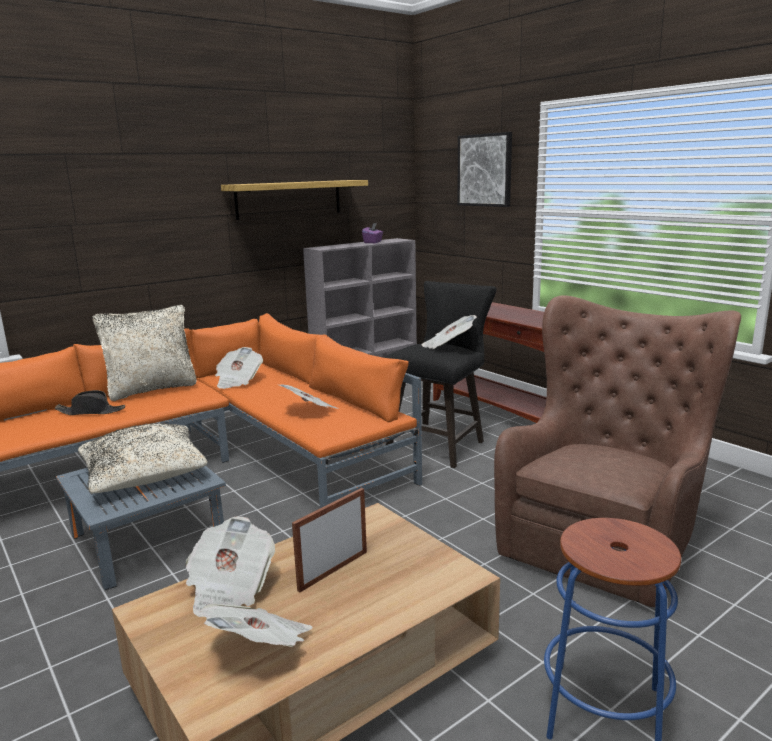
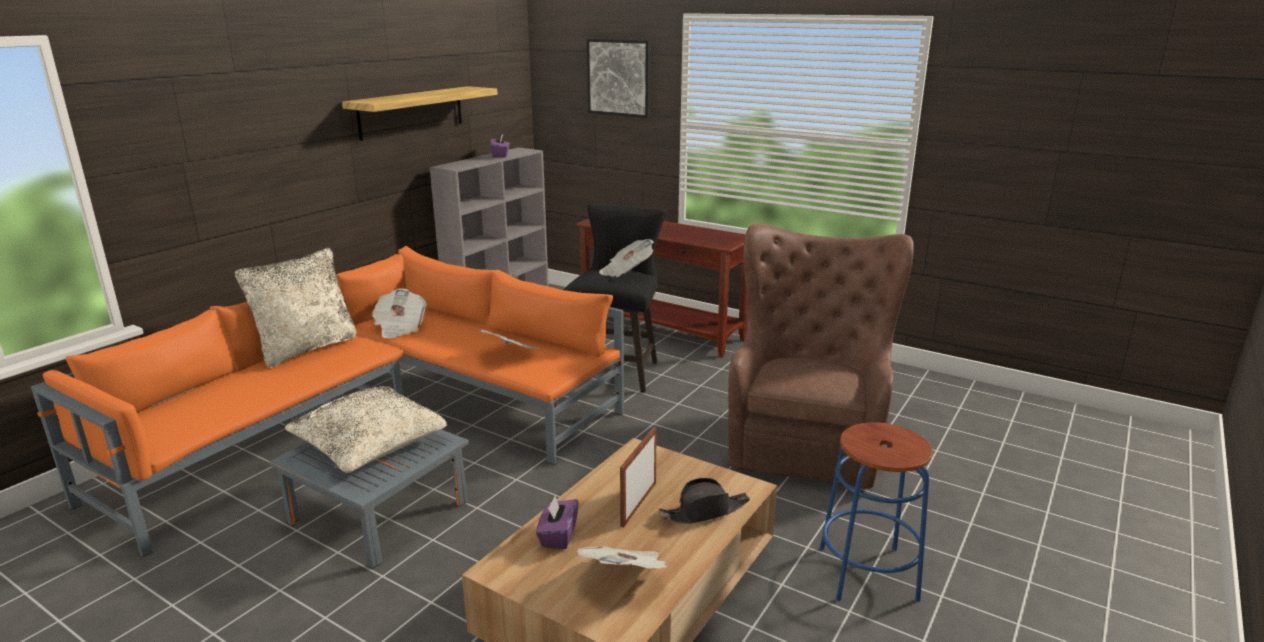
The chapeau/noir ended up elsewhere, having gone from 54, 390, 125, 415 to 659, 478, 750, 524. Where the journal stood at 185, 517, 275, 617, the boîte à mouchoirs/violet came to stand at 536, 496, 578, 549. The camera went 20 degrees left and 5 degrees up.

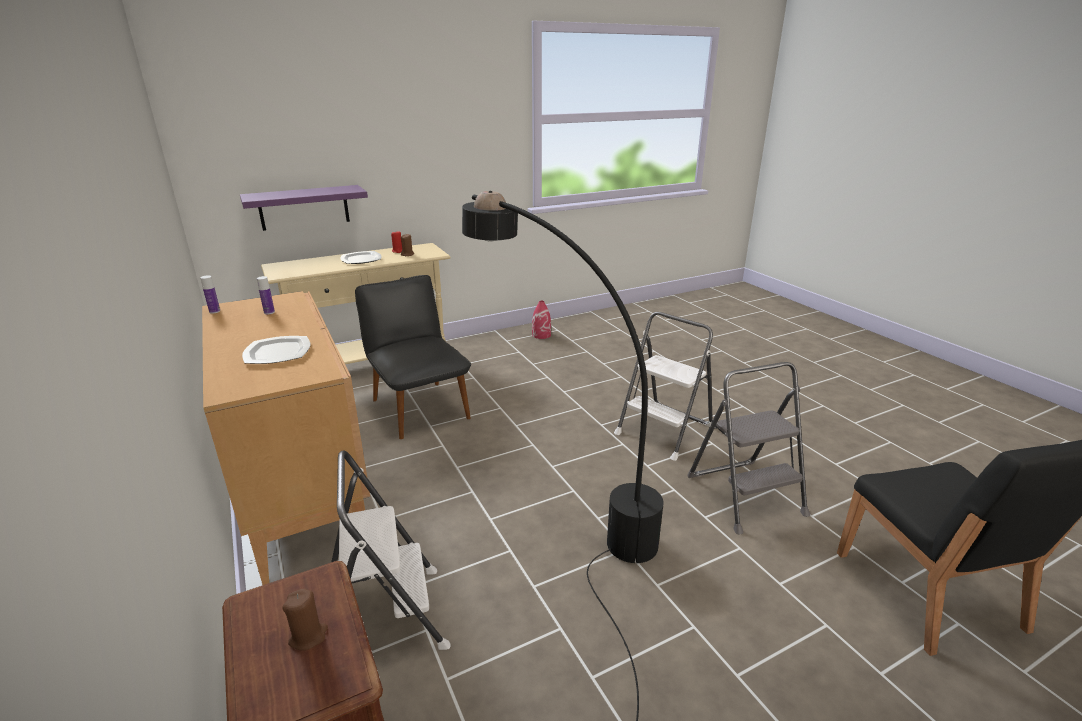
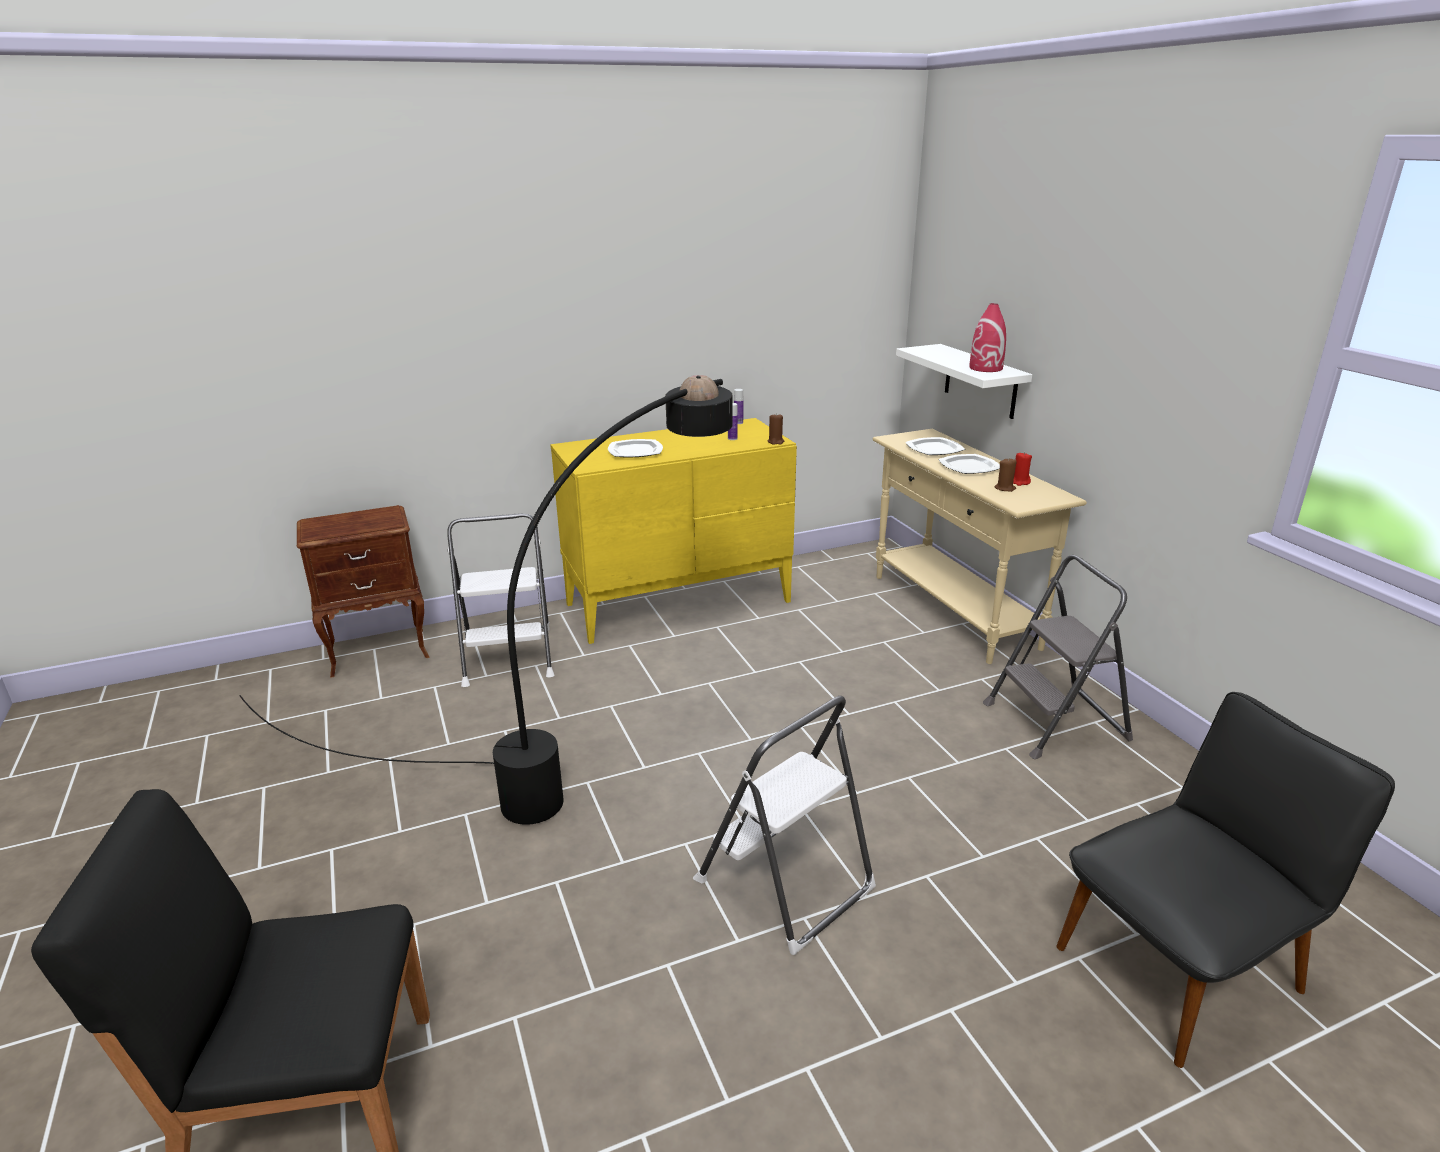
What was the étagère/violet at 240, 185, 368, 231 turned into the étagère/blanc at 896, 344, 1032, 419. The chaise/noir ended up elsewhere, having gone from 355, 275, 471, 439 to 1057, 692, 1395, 1068. What was the meuble de rangement/marron at 202, 291, 370, 585 turned into the meuble de rangement/jaune at 550, 418, 797, 644. The vase/rouge ended up elsewhere, having gone from 532, 301, 551, 339 to 969, 303, 1006, 372. The escabeau/gris ended up elsewhere, having gone from 687, 362, 810, 534 to 983, 555, 1133, 759. The bougie/marron ended up elsewhere, having gone from 282, 589, 328, 651 to 767, 413, 784, 445. The second view gained the assiette at 905, 437, 965, 455. The camera went 95 degrees right and 0 degrees up.

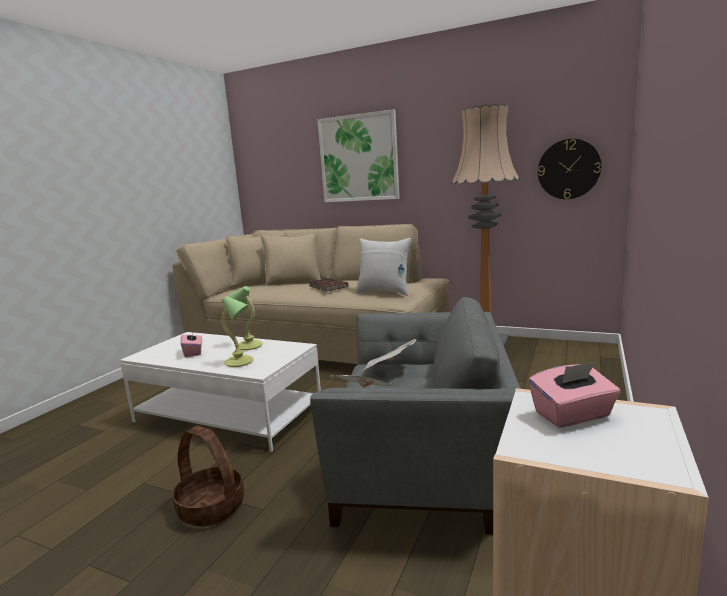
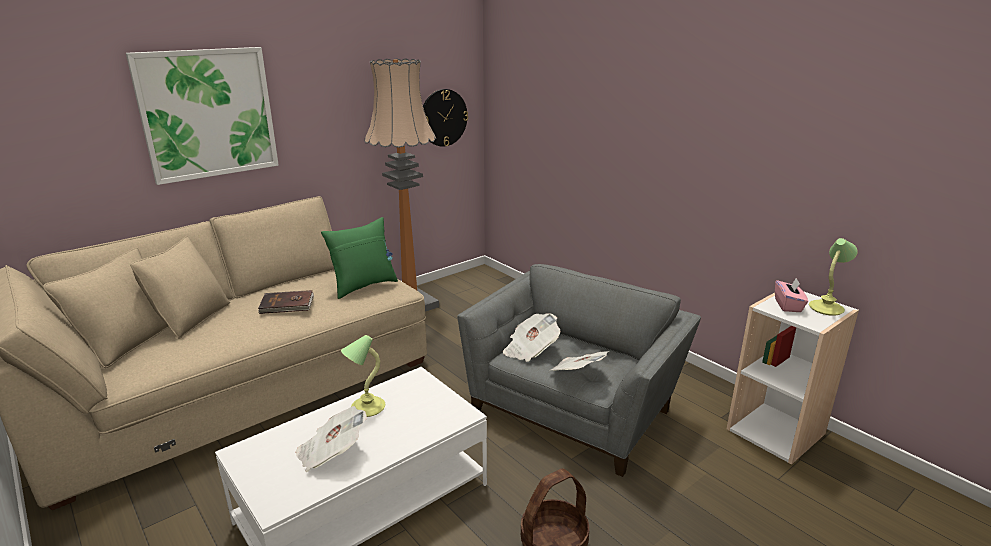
What was the coussin/gris at 356, 238, 411, 296 turned into the coussin/vert at 321, 217, 398, 299. The lampe de table ended up elsewhere, having gone from 222, 296, 254, 367 to 809, 238, 858, 316. Where the boîte à mouchoirs/rose stood at 180, 329, 202, 357, the journal came to stand at 295, 406, 367, 472. The camera went 65 degrees left and 10 degrees up.

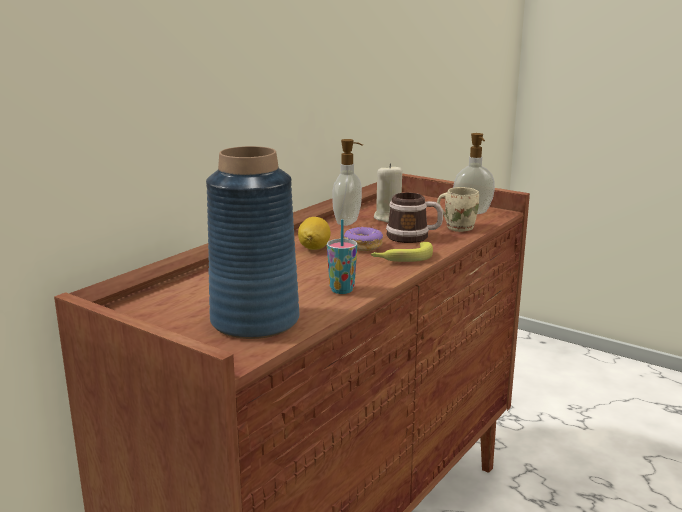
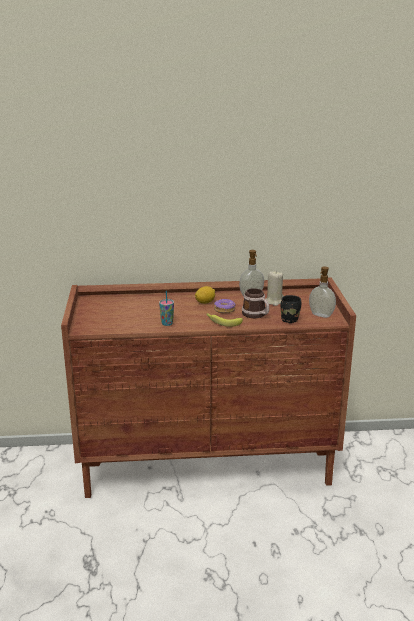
The second view lost the vase/bleu at 206, 146, 299, 339. What was the mug/beige at 437, 187, 479, 232 turned into the mug/noir at 280, 295, 301, 323. The camera went 50 degrees right and 5 degrees up.

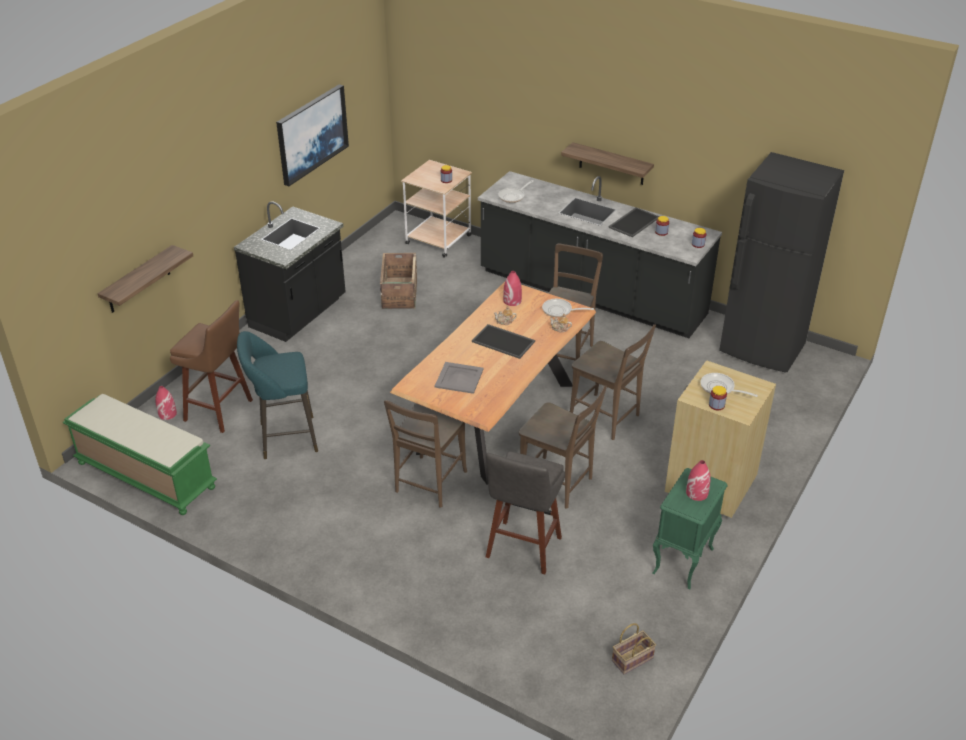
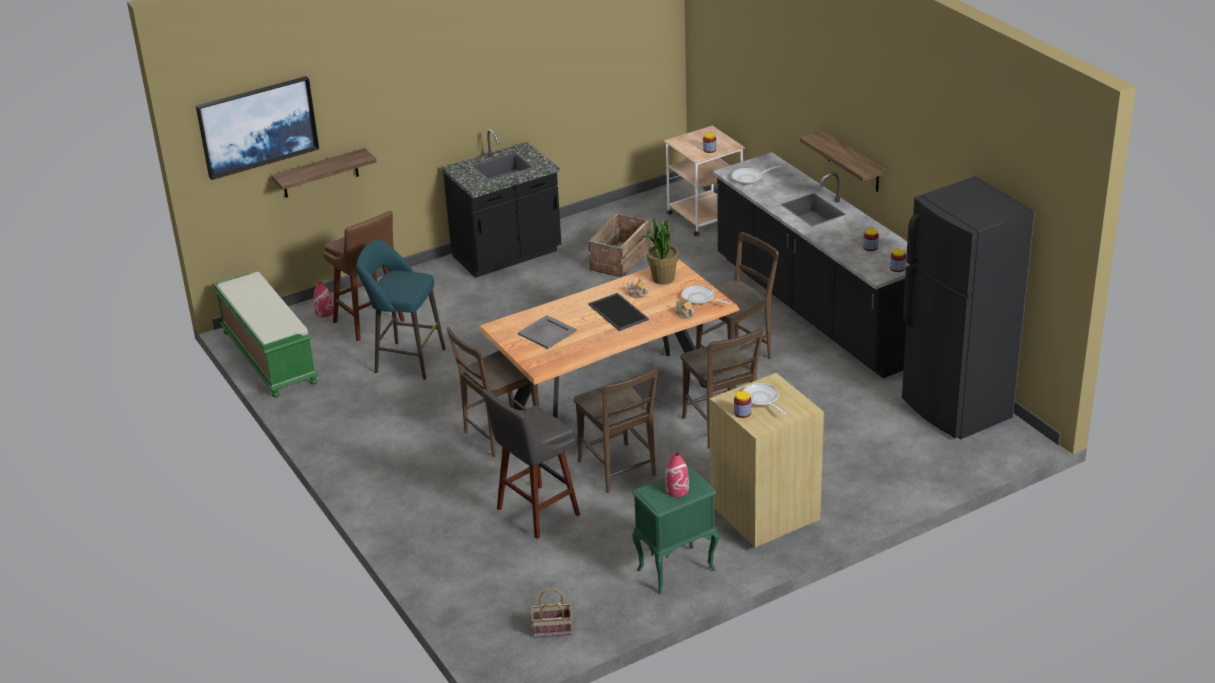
The tableau ended up elsewhere, having gone from 276, 84, 349, 186 to 196, 76, 319, 180. The second view lost the plateau at 608, 207, 659, 237. Where the vase/rouge stood at 503, 271, 522, 306, the plante en pot came to stand at 642, 216, 679, 284. The camera went 30 degrees right and 5 degrees down.

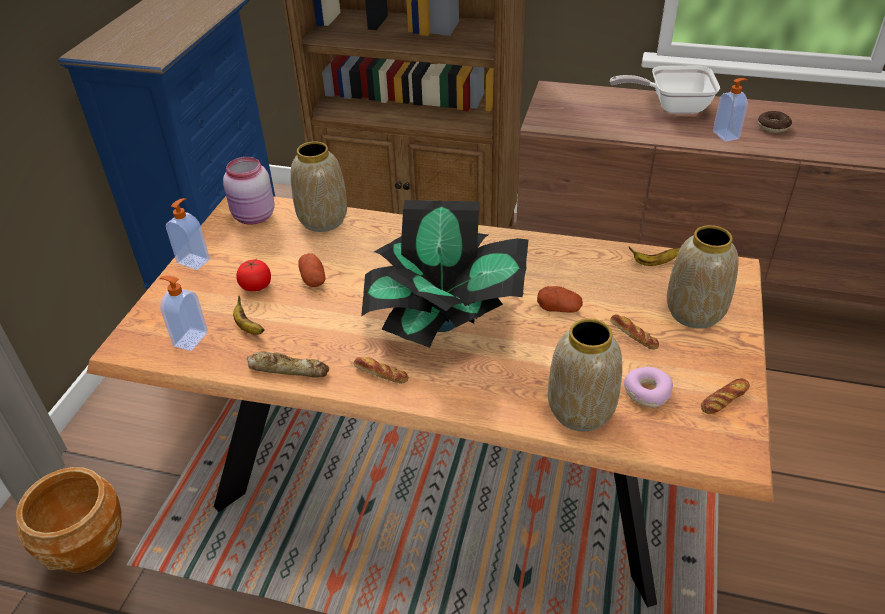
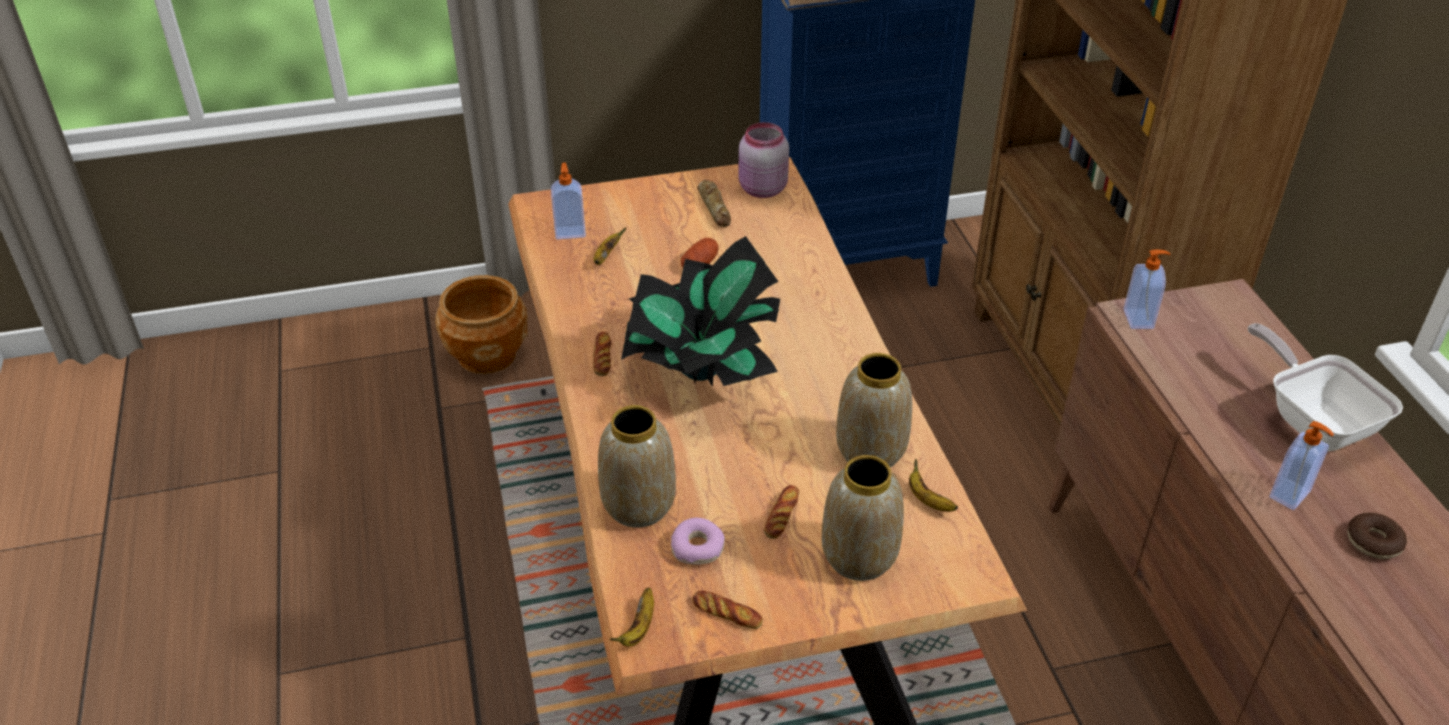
The vase ended up elsewhere, having gone from 291, 141, 347, 232 to 836, 353, 912, 467. The distributeur de savon ended up elsewhere, having gone from 166, 198, 210, 270 to 1124, 250, 1171, 329. The second view lost the tomate at 236, 260, 271, 291. The second view lost the pomme de terre at 537, 286, 583, 312. The pain ended up elsewhere, having gone from 247, 352, 329, 378 to 697, 180, 731, 227. The second view gained the banane at 610, 588, 654, 647. The camera went 60 degrees right and 0 degrees up.

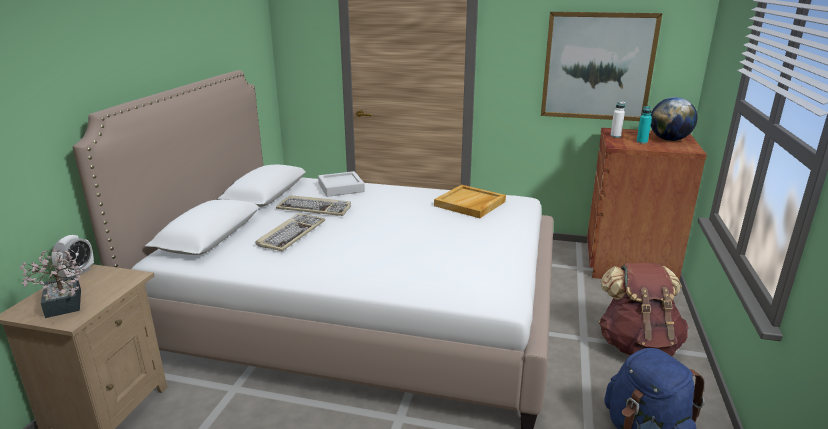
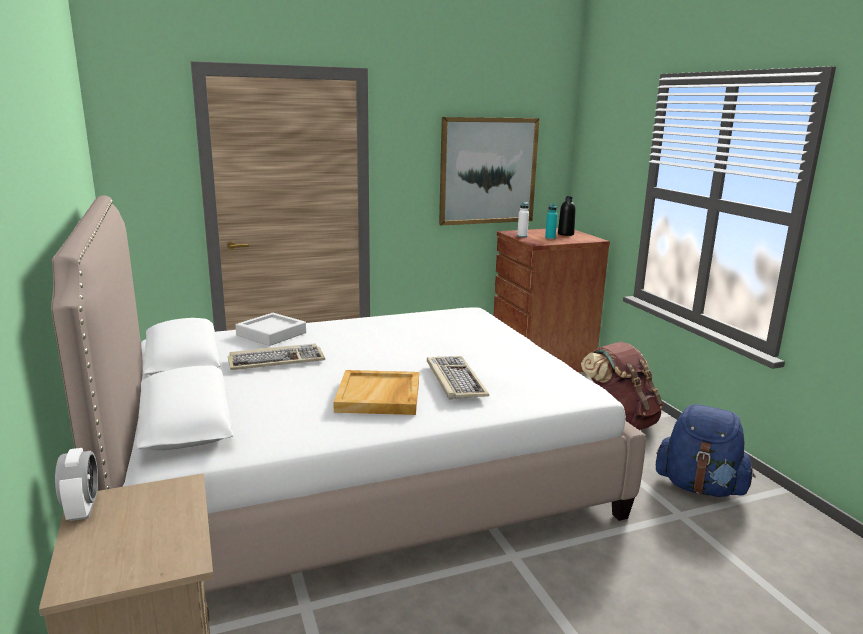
Where the globe stood at 651, 97, 698, 141, the bouteille/noir came to stand at 558, 196, 576, 236. The plateau/beige ended up elsewhere, having gone from 434, 185, 506, 218 to 333, 370, 419, 415. The clavier ended up elsewhere, having gone from 256, 213, 325, 251 to 427, 356, 489, 400. The second view lost the plante en pot at 20, 248, 86, 318. The camera went 35 degrees left and 5 degrees down.

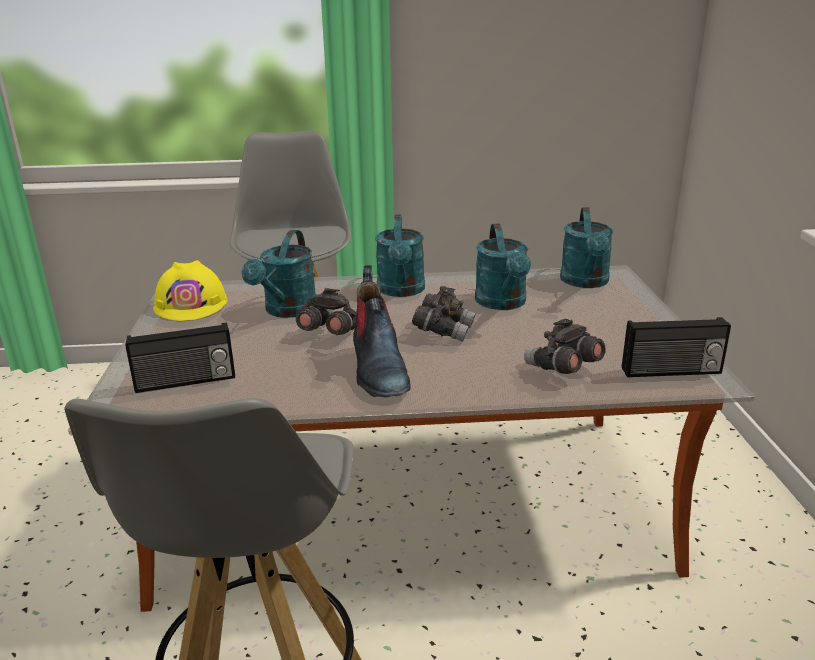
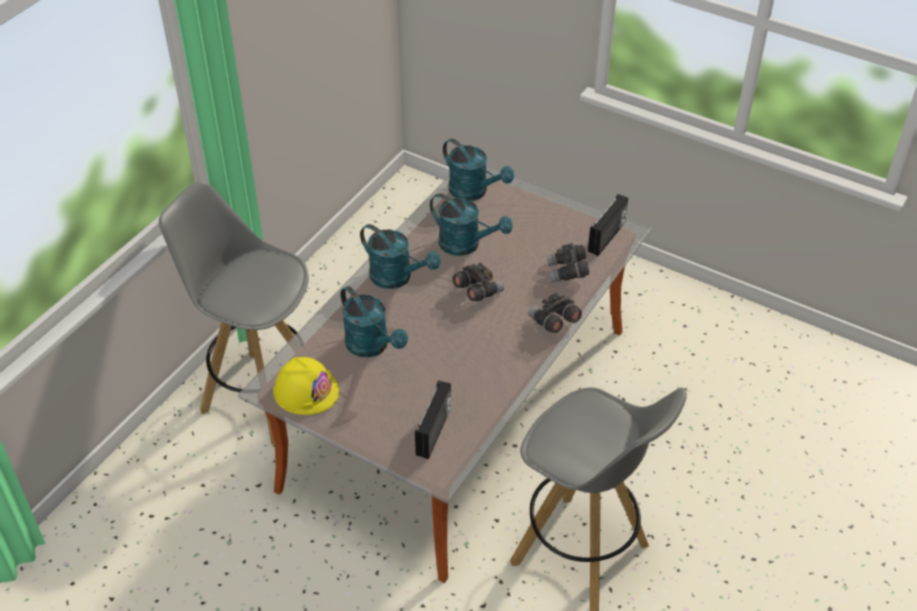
The second view lost the botte at 353, 265, 410, 398. The jumelles/gris ended up elsewhere, having gone from 296, 288, 357, 335 to 529, 293, 582, 333. The camera went 55 degrees left and 20 degrees up.

